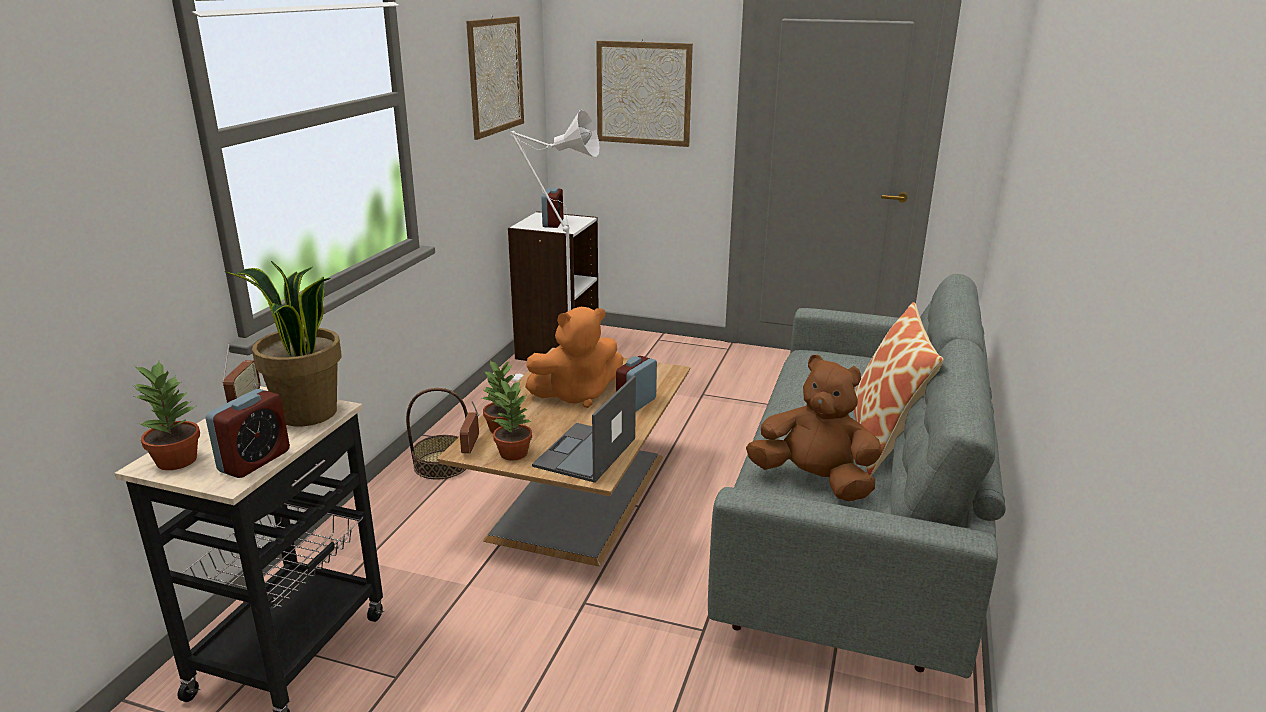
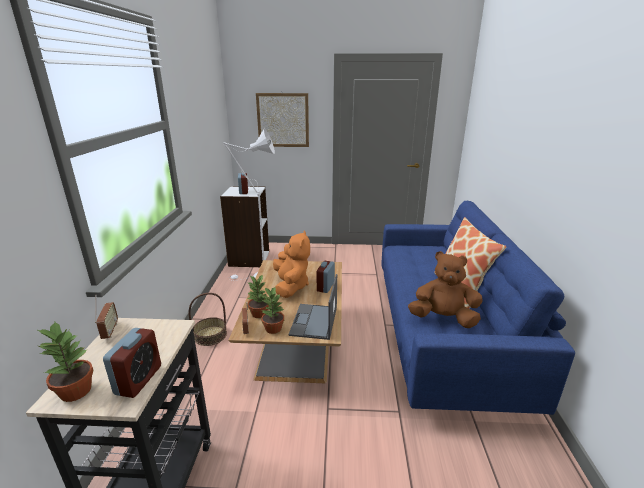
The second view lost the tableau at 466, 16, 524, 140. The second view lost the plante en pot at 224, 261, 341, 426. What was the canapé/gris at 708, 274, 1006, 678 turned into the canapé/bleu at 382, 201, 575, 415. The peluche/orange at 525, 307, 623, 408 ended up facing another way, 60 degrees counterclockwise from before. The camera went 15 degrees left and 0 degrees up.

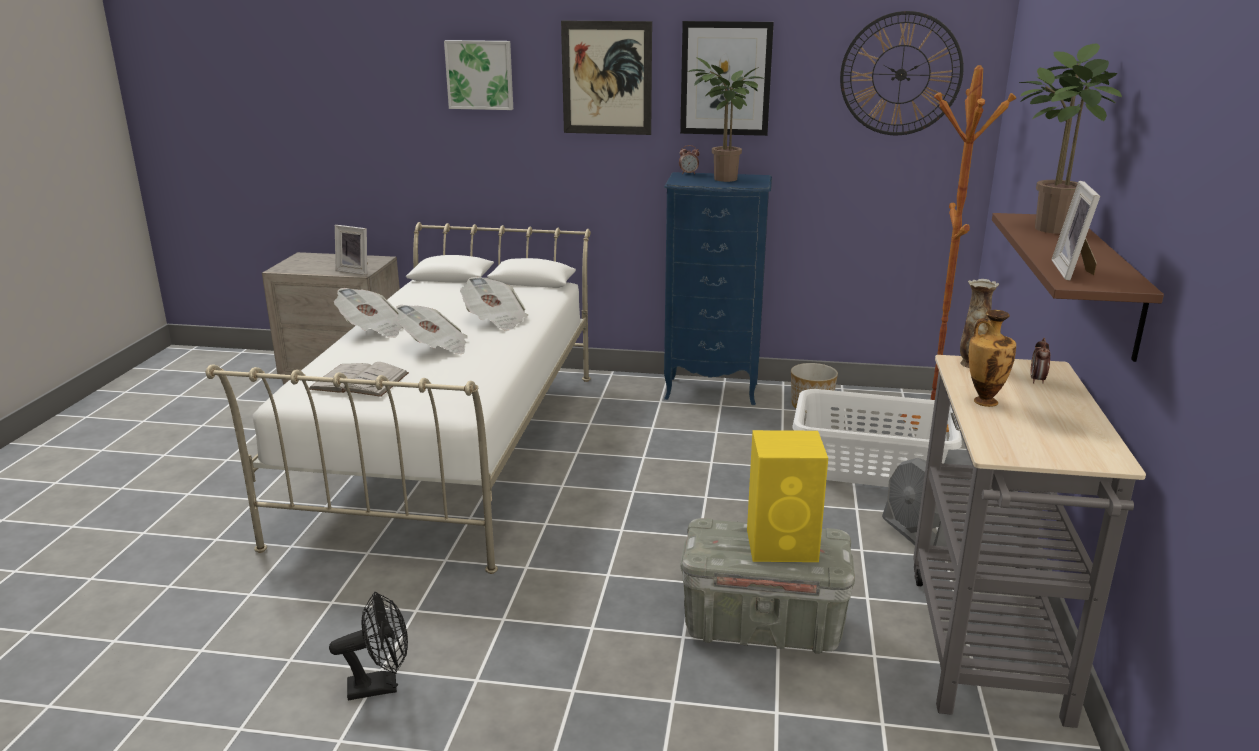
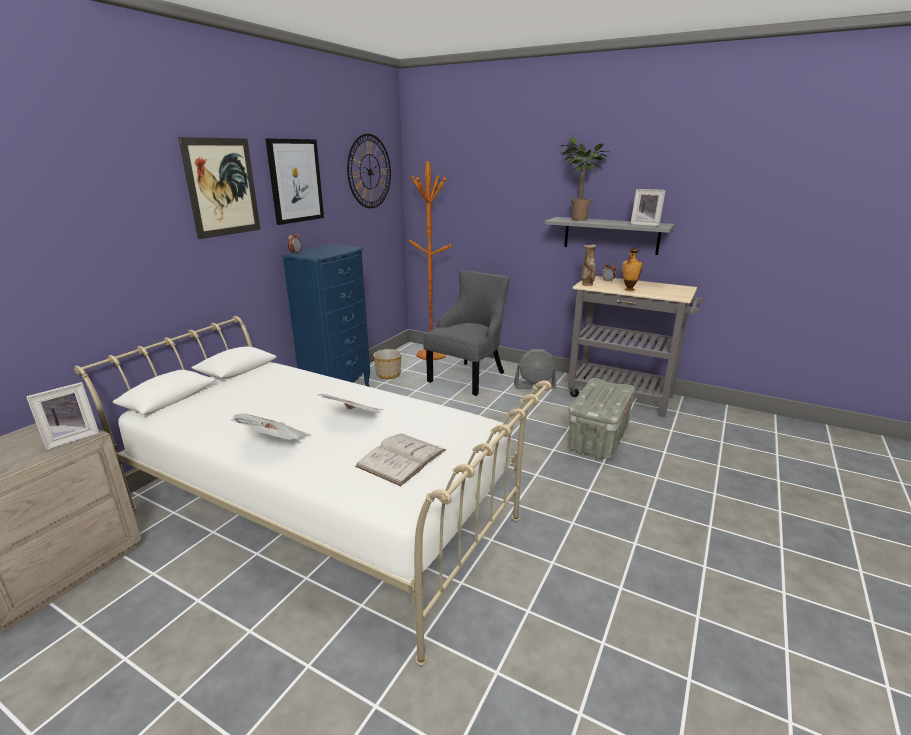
The second view lost the tableau at 444, 40, 513, 110. The second view lost the plante en pot at 688, 58, 765, 182. What was the étagère/marron at 992, 213, 1164, 362 turned into the étagère/gris at 545, 217, 675, 255. The second view lost the journal at 460, 277, 529, 331. Where the panier à linge/blanc stood at 792, 389, 962, 487, the fauteuil/gris came to stand at 423, 270, 510, 396. The second view lost the enceinte/jaune at 747, 430, 828, 562. The second view lost the ventilateur/noir at 329, 592, 408, 700. The camera went 70 degrees left and 0 degrees up.

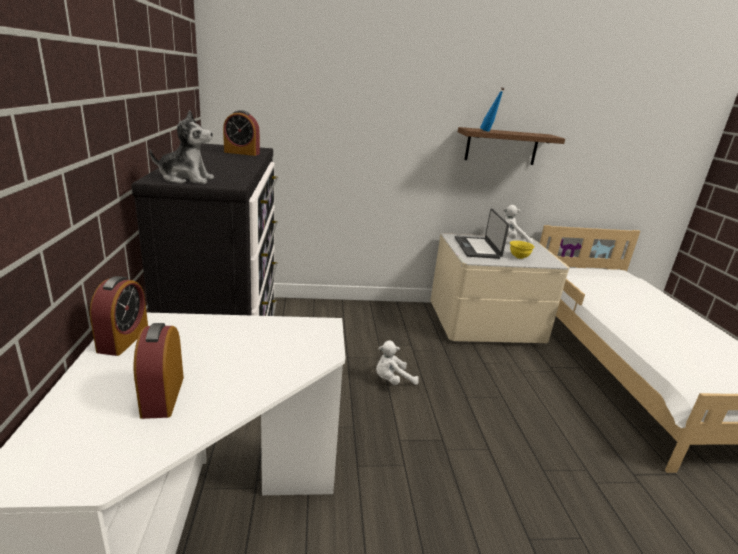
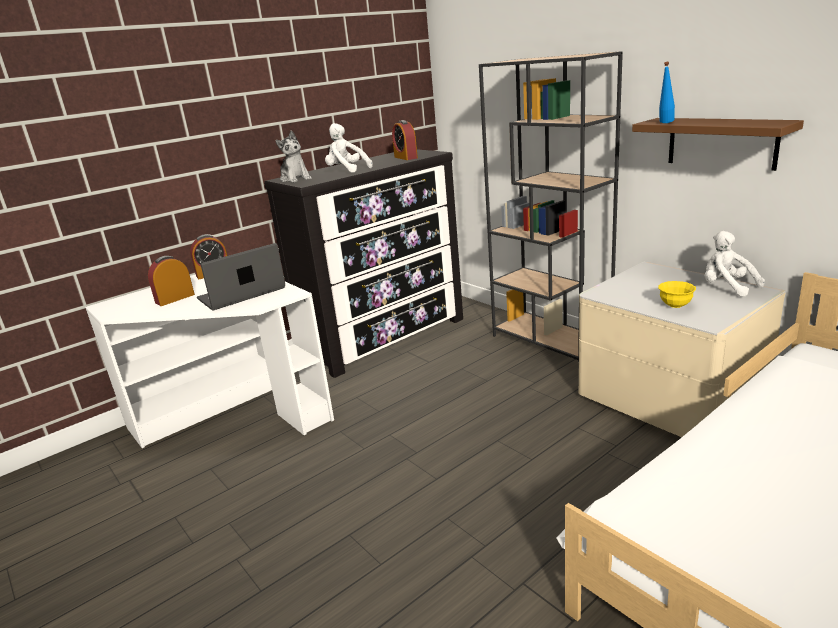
The ordinateur portable ended up elsewhere, having gone from 455, 208, 509, 259 to 197, 243, 285, 311. The peluche/blanc ended up elsewhere, having gone from 376, 341, 419, 385 to 325, 123, 373, 173. The second view gained the bibliothèque at 479, 51, 623, 369. The camera went 60 degrees right and 0 degrees up.

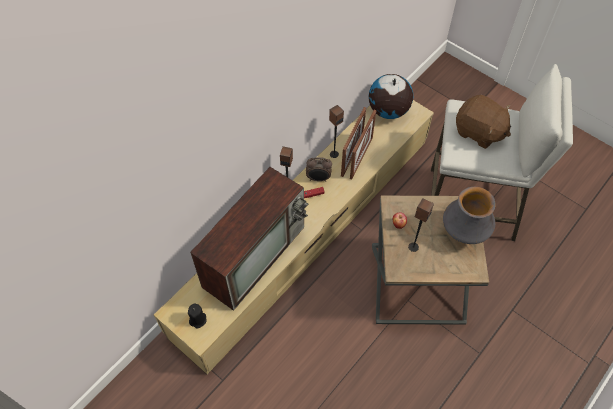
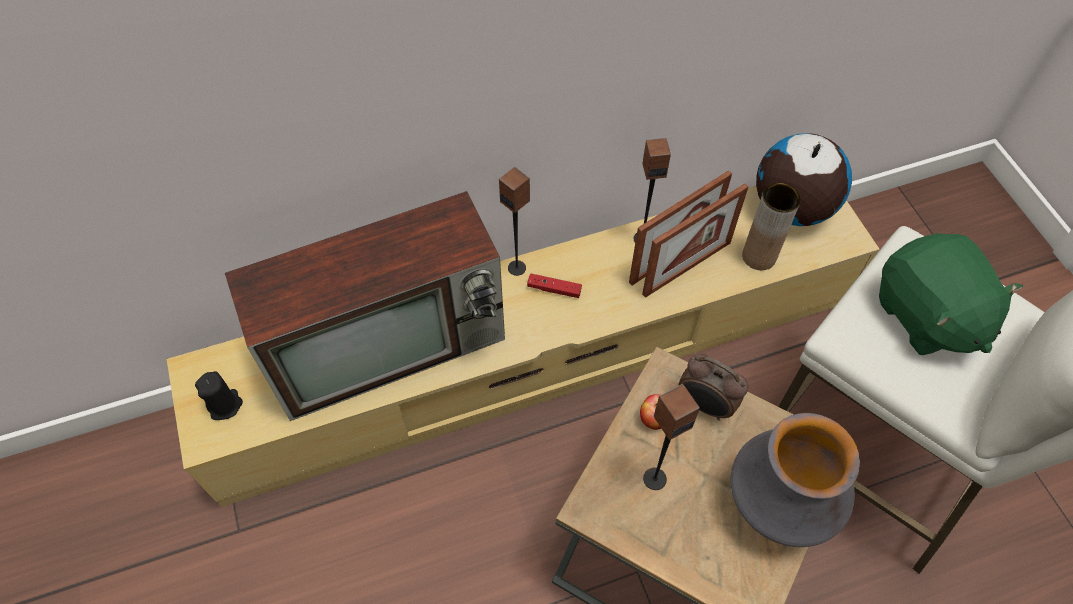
What was the peluche/marron at 456, 95, 511, 149 turned into the peluche/vert at 879, 233, 1023, 355. The réveil ended up elsewhere, having gone from 306, 157, 332, 182 to 678, 354, 749, 420. The second view gained the vase/marron at 742, 183, 801, 270. The camera went 30 degrees right and 0 degrees up.

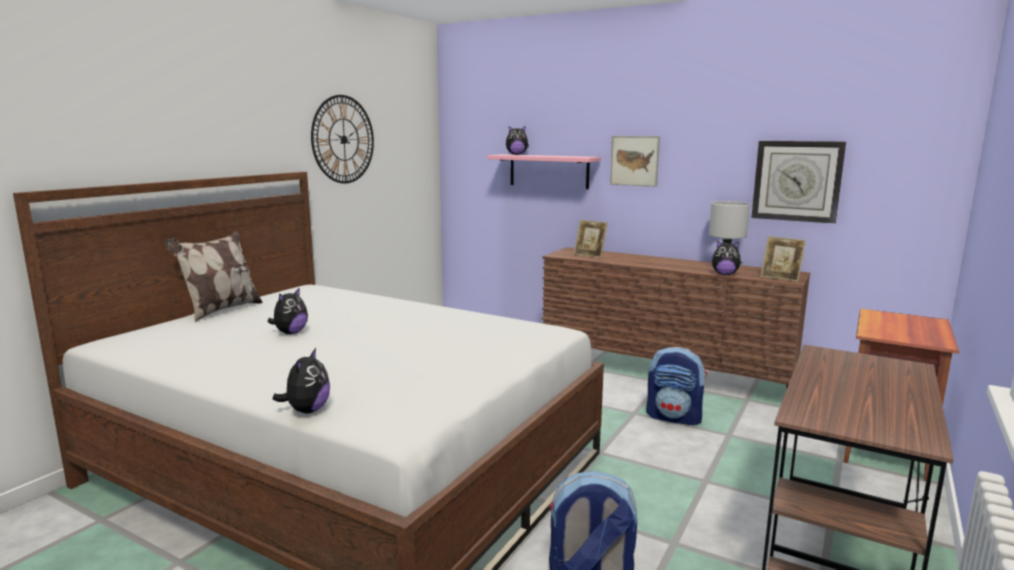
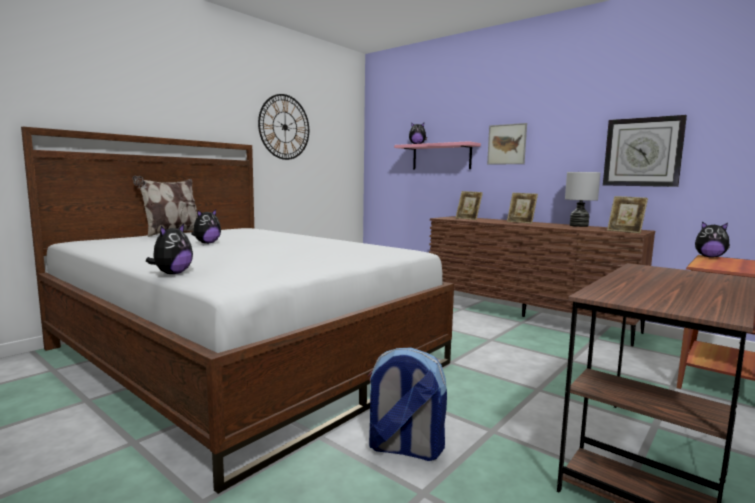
The peluche ended up elsewhere, having gone from 712, 240, 742, 275 to 695, 221, 730, 258. The second view lost the sac à dos at 646, 347, 707, 426. The second view gained the cadre photo at 507, 193, 538, 224. The camera went 10 degrees right and 5 degrees down.

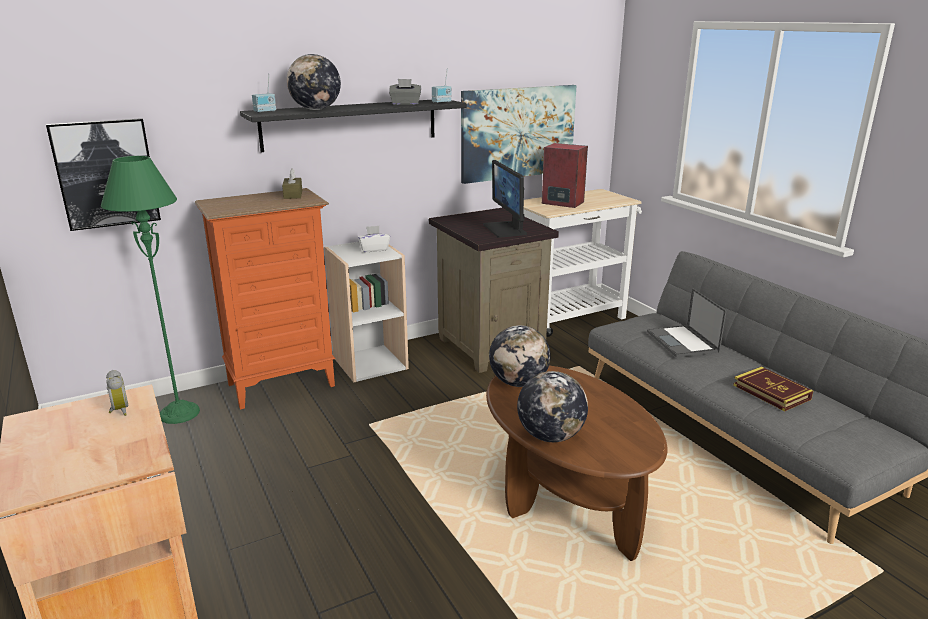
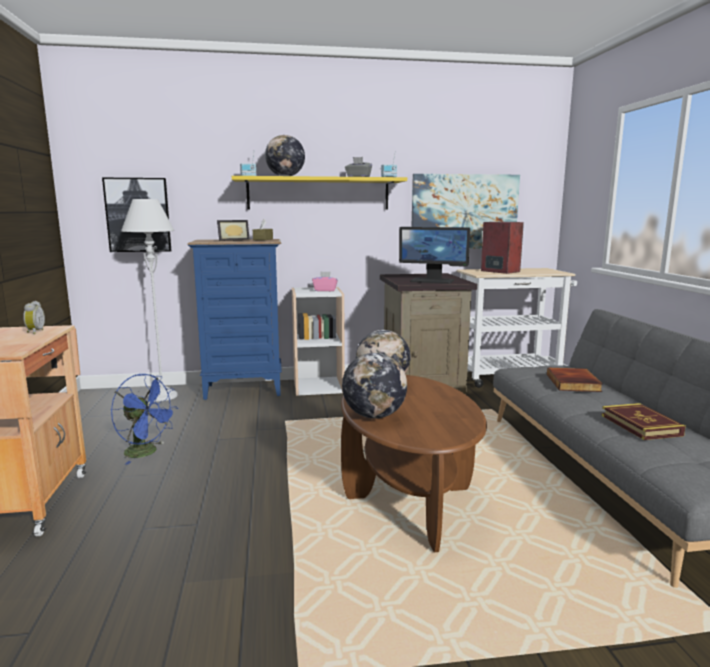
What was the étagère/noir at 240, 100, 466, 152 turned into the étagère/jaune at 232, 176, 407, 210. What was the lampadaire/vert at 101, 156, 200, 424 turned into the lampadaire/gris at 121, 199, 178, 401. The écran d'ordinateur at 483, 160, 527, 238 ended up facing another way, 75 degrees counterclockwise from before. What was the commode/orange at 195, 188, 336, 410 turned into the commode/bleu at 187, 239, 282, 400. What was the boîte à mouchoirs/blanc at 358, 226, 390, 252 turned into the boîte à mouchoirs/rose at 312, 271, 338, 291. Where the ordinateur portable stood at 647, 288, 726, 358, the livre came to stand at 547, 368, 602, 392. The second view gained the cadre photo at 217, 220, 250, 241. The second view gained the ventilateur/bleu at 111, 374, 178, 465. The camera went 20 degrees right and 10 degrees down.

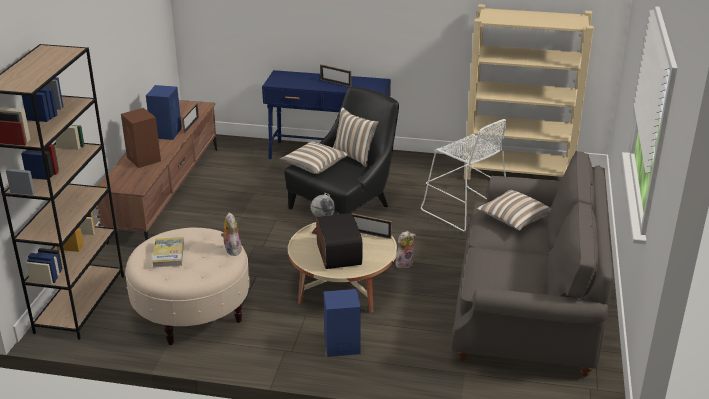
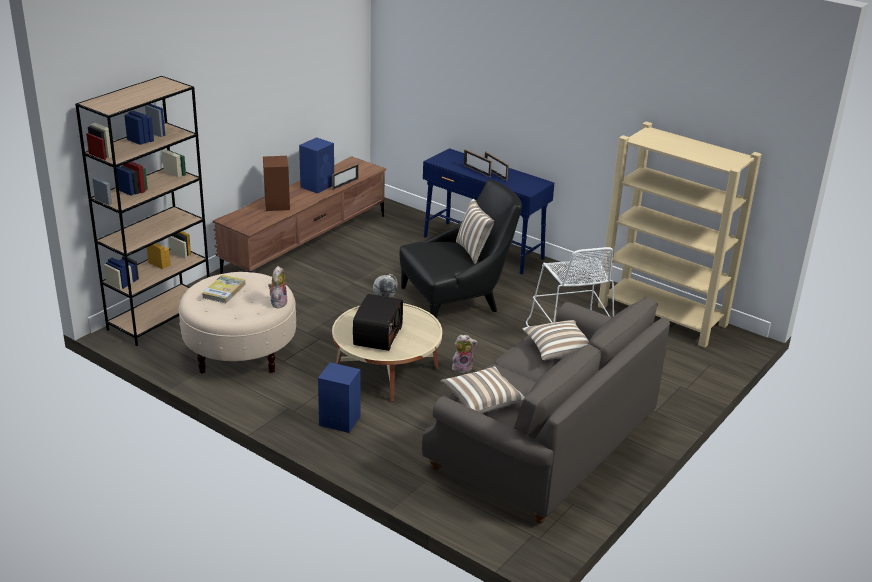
The coussin ended up elsewhere, having gone from 280, 141, 348, 174 to 440, 366, 525, 413. The cadre photo ended up elsewhere, having gone from 352, 213, 392, 239 to 464, 149, 492, 177. The camera went 25 degrees right and 0 degrees up.

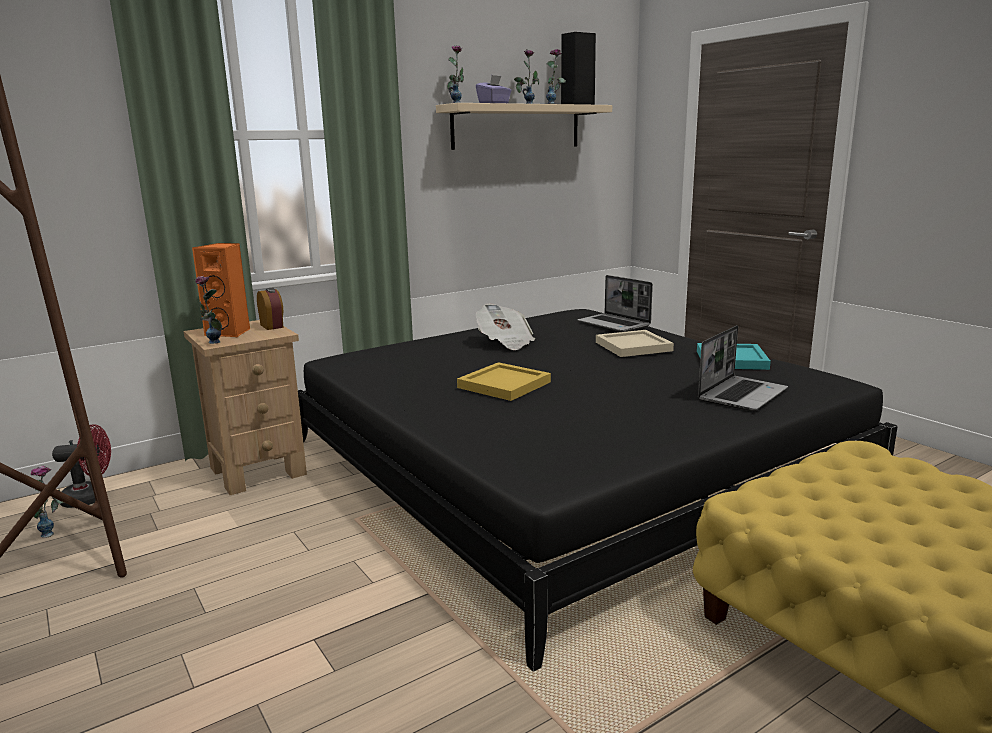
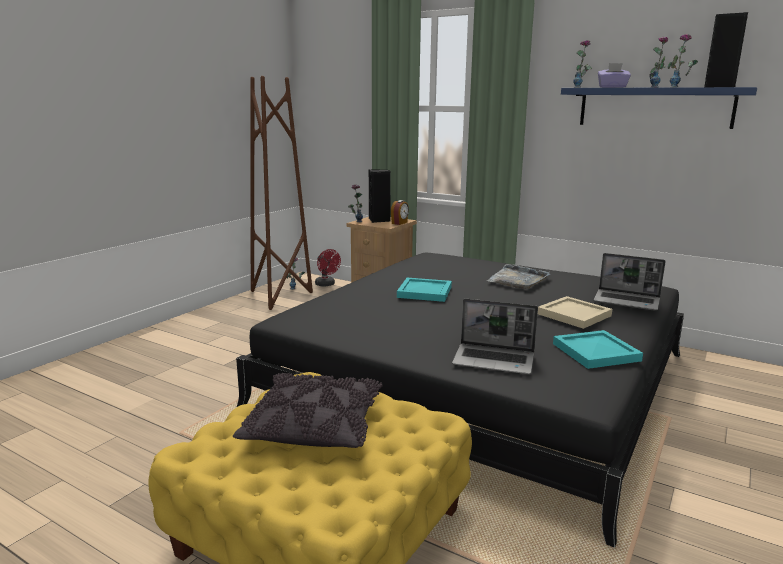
What was the étagère/beige at 436, 103, 612, 150 turned into the étagère/bleu at 561, 87, 757, 129. What was the enceinte/orange at 192, 243, 250, 337 turned into the enceinte/noir at 369, 169, 391, 223. The ordinateur portable at 577, 275, 653, 332 ended up facing another way, 90 degrees counterclockwise from before. Where the journal stood at 475, 304, 535, 350, the plateau/gris came to stand at 487, 264, 550, 289. What was the plateau/jaune at 457, 362, 551, 401 turned into the plateau/turquoise at 397, 278, 452, 302. The second view gained the coussin/noir at 233, 373, 383, 448. The camera went 65 degrees right and 0 degrees up.

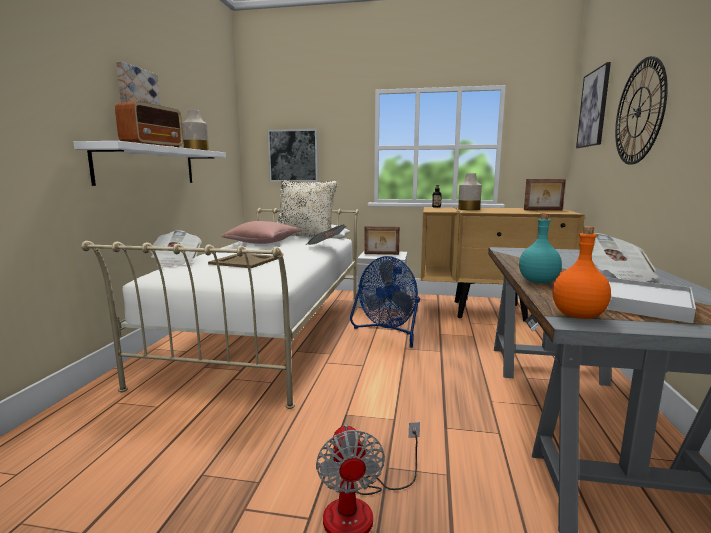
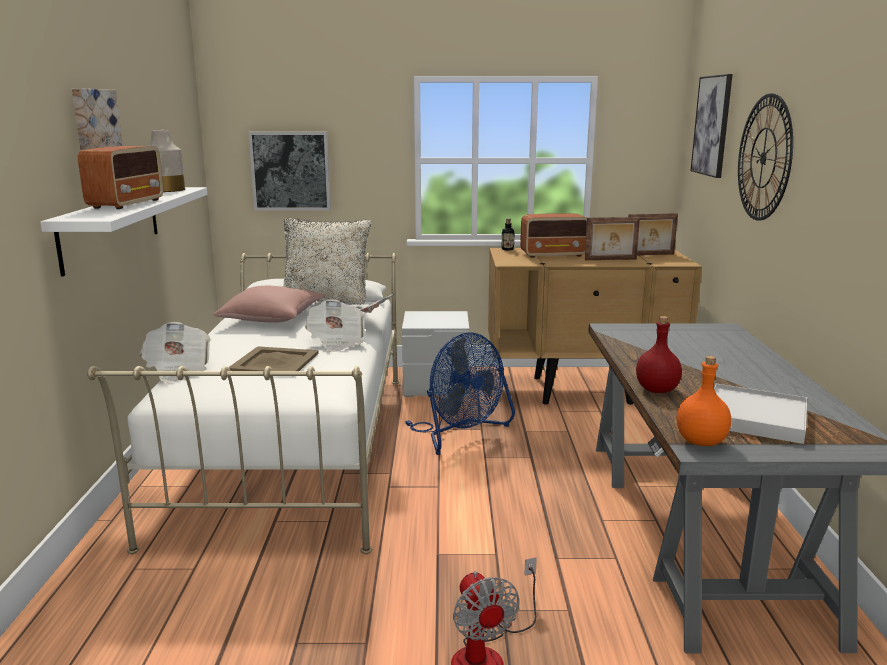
Where the vase/beige stood at 458, 173, 482, 210, the radio came to stand at 520, 213, 587, 258. What was the bouteille/turquoise at 519, 214, 562, 283 turned into the bouteille/rouge at 636, 316, 682, 393. The cadre photo ended up elsewhere, having gone from 364, 226, 400, 255 to 585, 217, 640, 260. The journal ended up elsewhere, having gone from 592, 233, 659, 282 to 305, 299, 365, 352. The ventilateur/bleu at 350, 256, 420, 348 ended up facing another way, 75 degrees counterclockwise from before. The camera went 10 degrees left and 5 degrees up.

